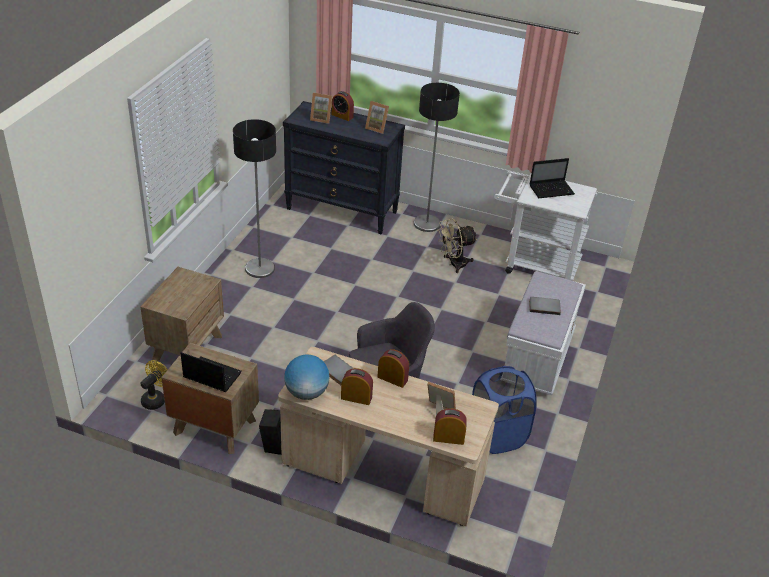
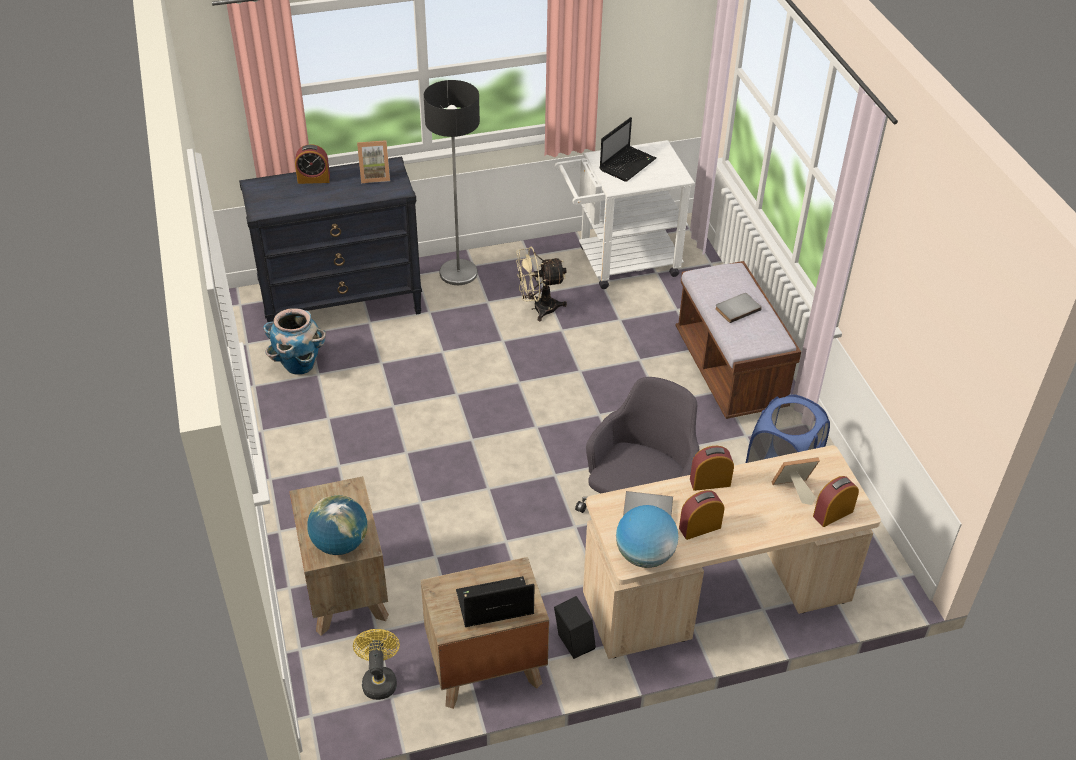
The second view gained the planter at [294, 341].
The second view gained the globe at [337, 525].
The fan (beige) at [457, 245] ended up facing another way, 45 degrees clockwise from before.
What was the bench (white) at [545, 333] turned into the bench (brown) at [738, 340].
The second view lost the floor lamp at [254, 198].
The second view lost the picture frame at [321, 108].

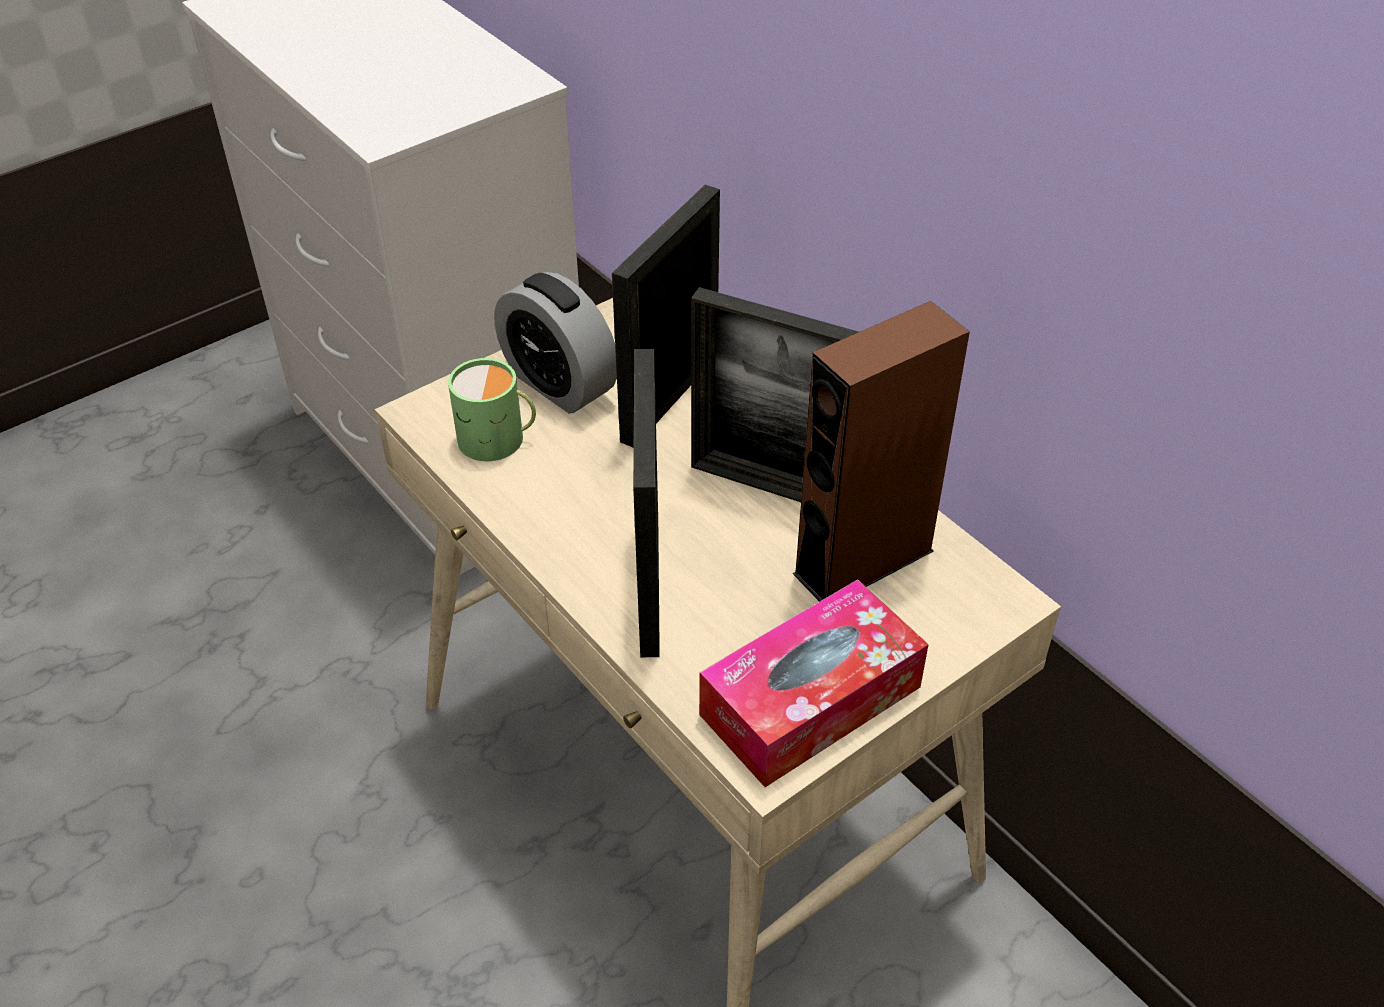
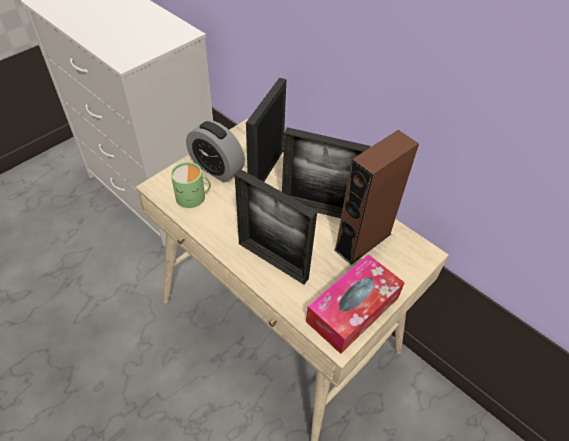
The picture frame at [646, 503] ended up facing another way, 45 degrees counterclockwise from before.

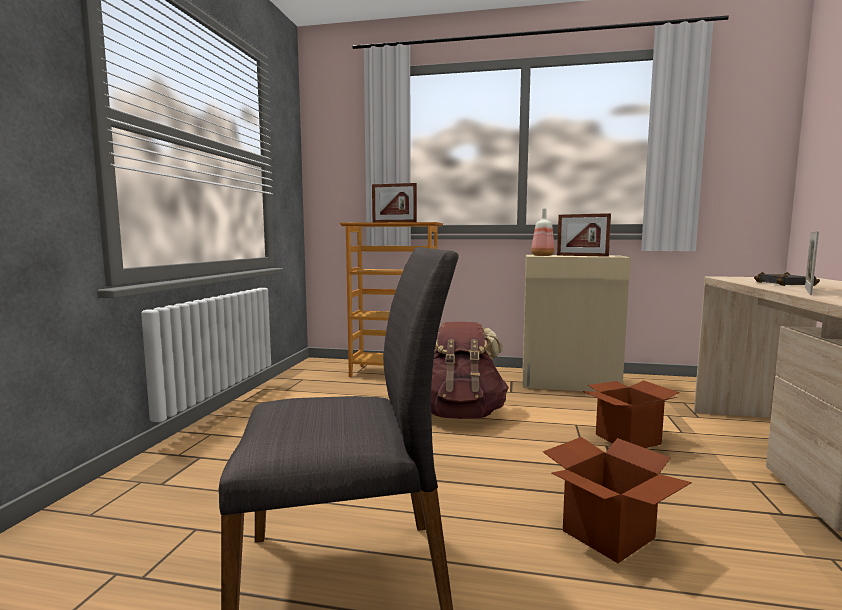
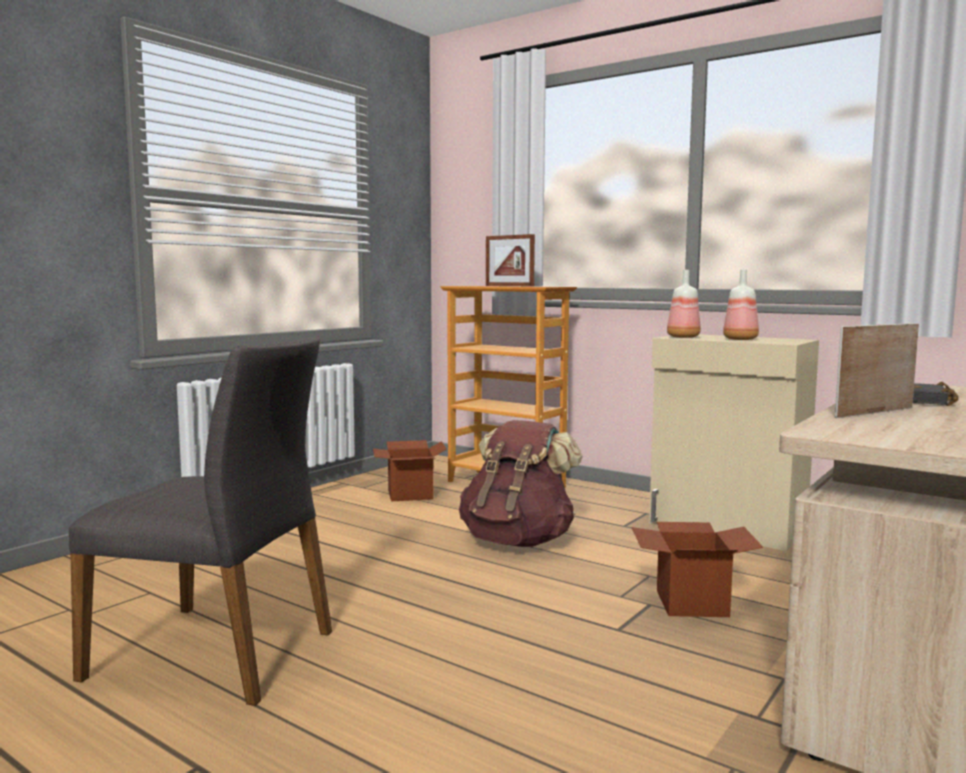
The cardboard box ended up elsewhere, having gone from [617, 500] to [410, 470].
Where the picture frame stood at [584, 235], the bottle came to stand at [741, 304].

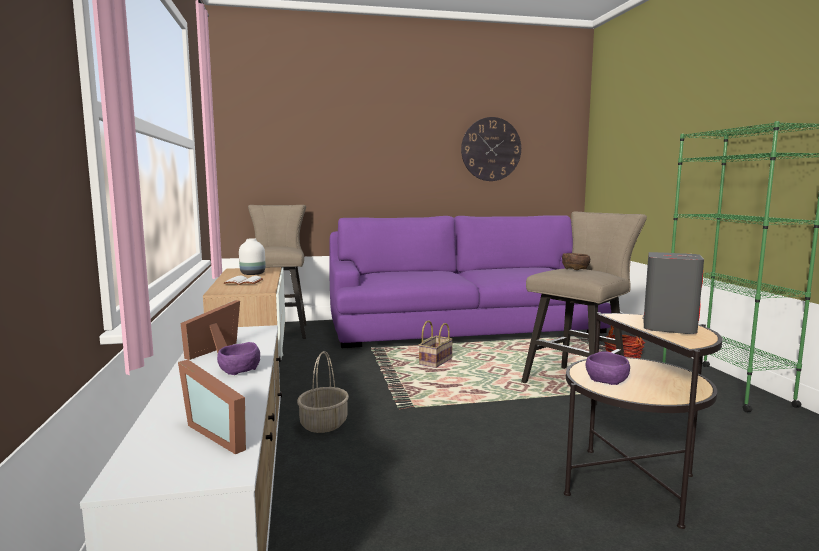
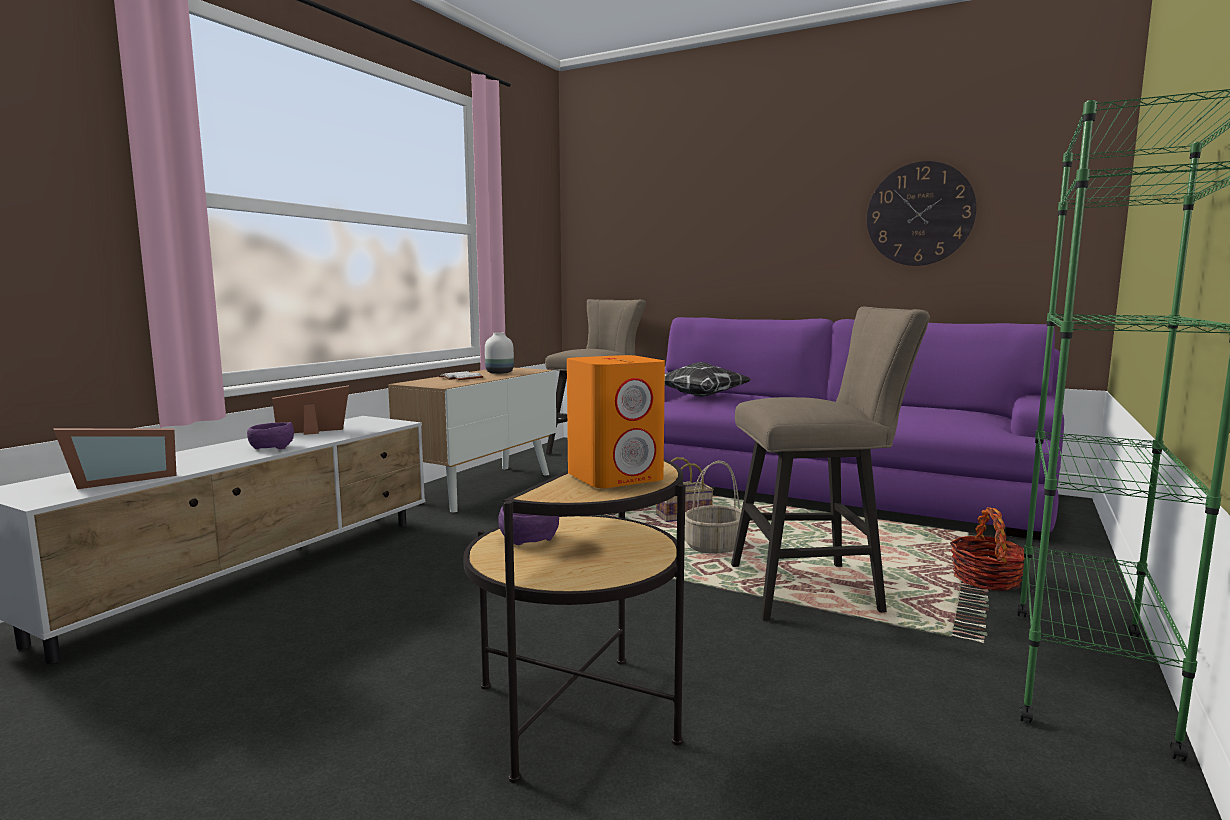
The picture frame at [212, 407] ended up facing another way, 120 degrees counterclockwise from before.
What was the speaker (grey) at [673, 293] turned into the speaker (orange) at [616, 421].
The second view gained the pillow at [708, 379].
The basket ended up elsewhere, having gone from [323, 392] to [713, 507].
The second view lost the bowl (brown) at [576, 261].

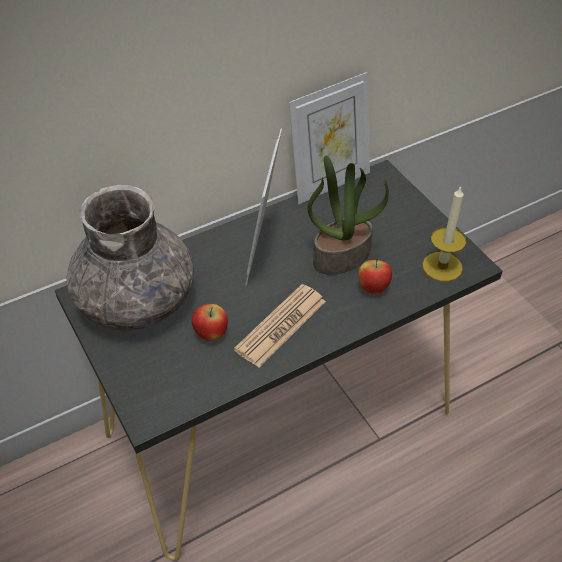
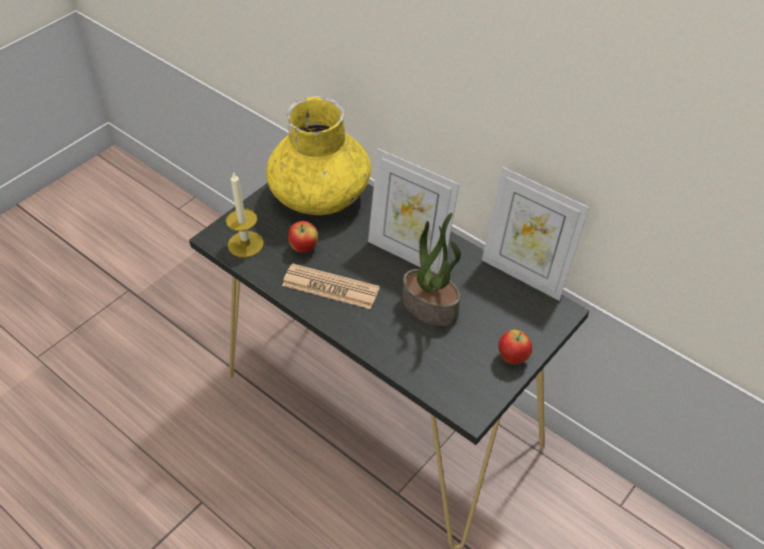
The candle ended up elsewhere, having gone from [444, 234] to [245, 214].
What was the vase (grey) at [130, 257] turned into the vase (yellow) at [318, 155].
The picture frame at [263, 207] ended up facing another way, 135 degrees counterclockwise from before.
The apple ended up elsewhere, having gone from [375, 276] to [515, 347].

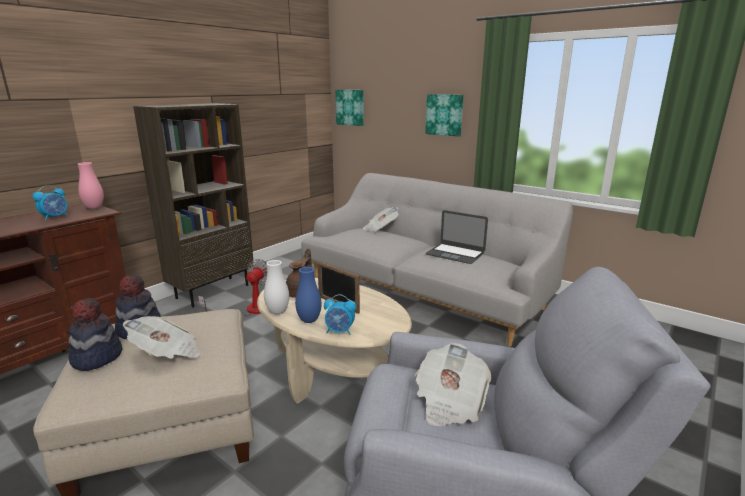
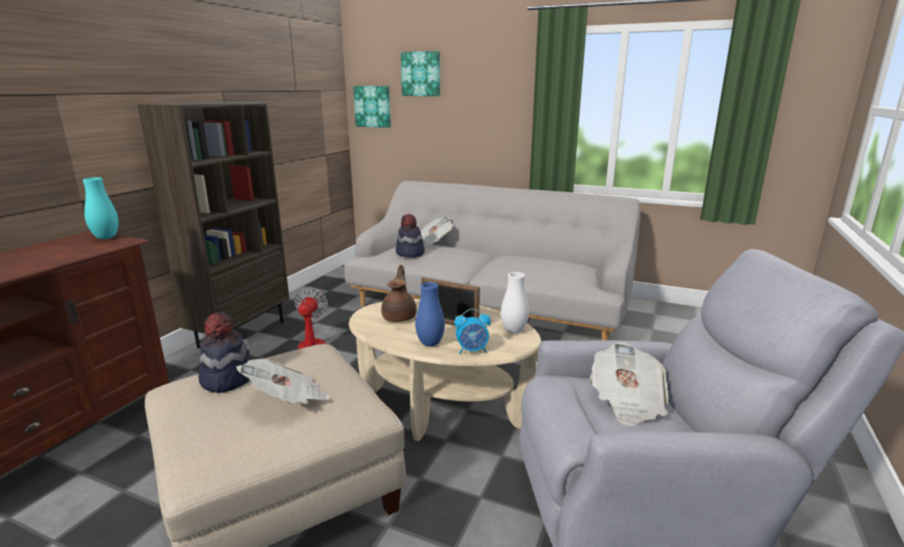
What was the vase (pink) at [91, 185] turned into the vase (turquoise) at [101, 208].
The hat ended up elsewhere, having gone from [95, 334] to [410, 236].
The picture ended up elsewhere, having gone from [445, 115] to [420, 73].
The vase (white) ended up elsewhere, having gone from [276, 287] to [515, 302].
The second view lost the alarm clock at [50, 203].
The second view lost the laptop at [457, 237].

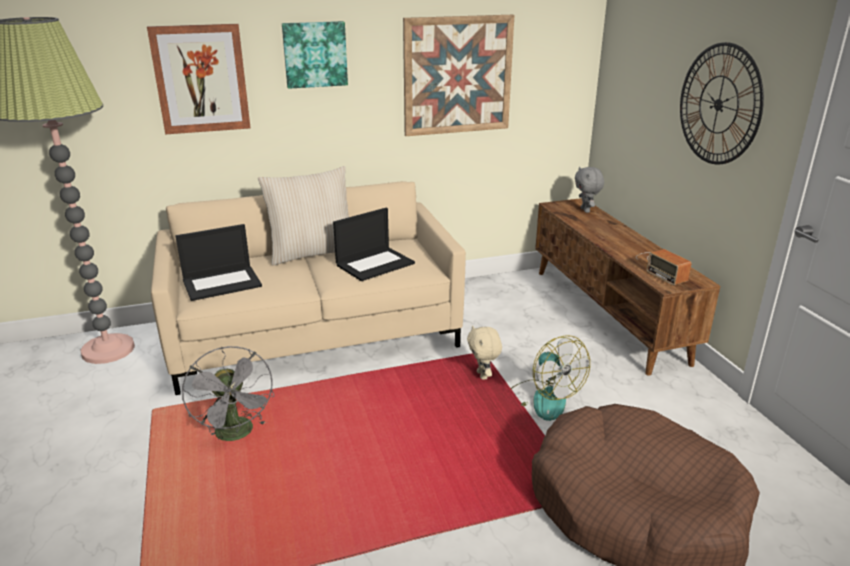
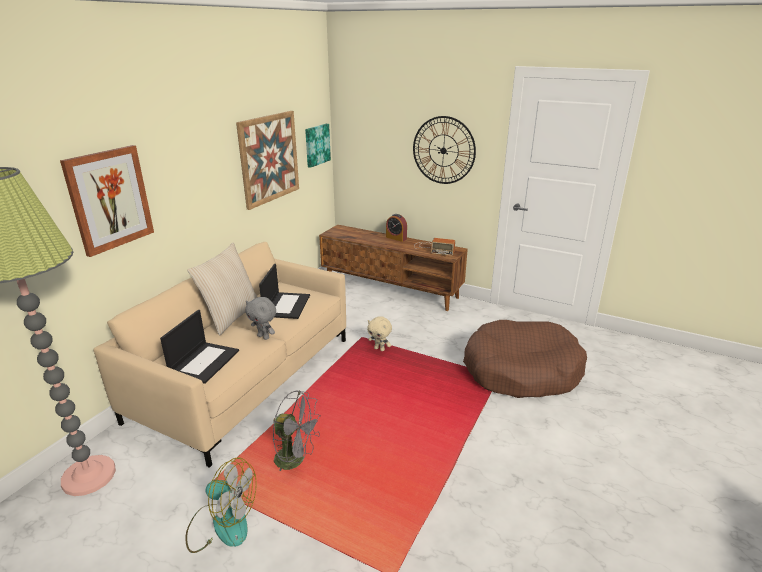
The fan ended up elsewhere, having gone from [550, 378] to [221, 505].
The plush toy (grey) ended up elsewhere, having gone from [589, 190] to [260, 318].
The picture ended up elsewhere, having gone from [315, 55] to [318, 146].
The second view gained the alarm clock at [396, 228].

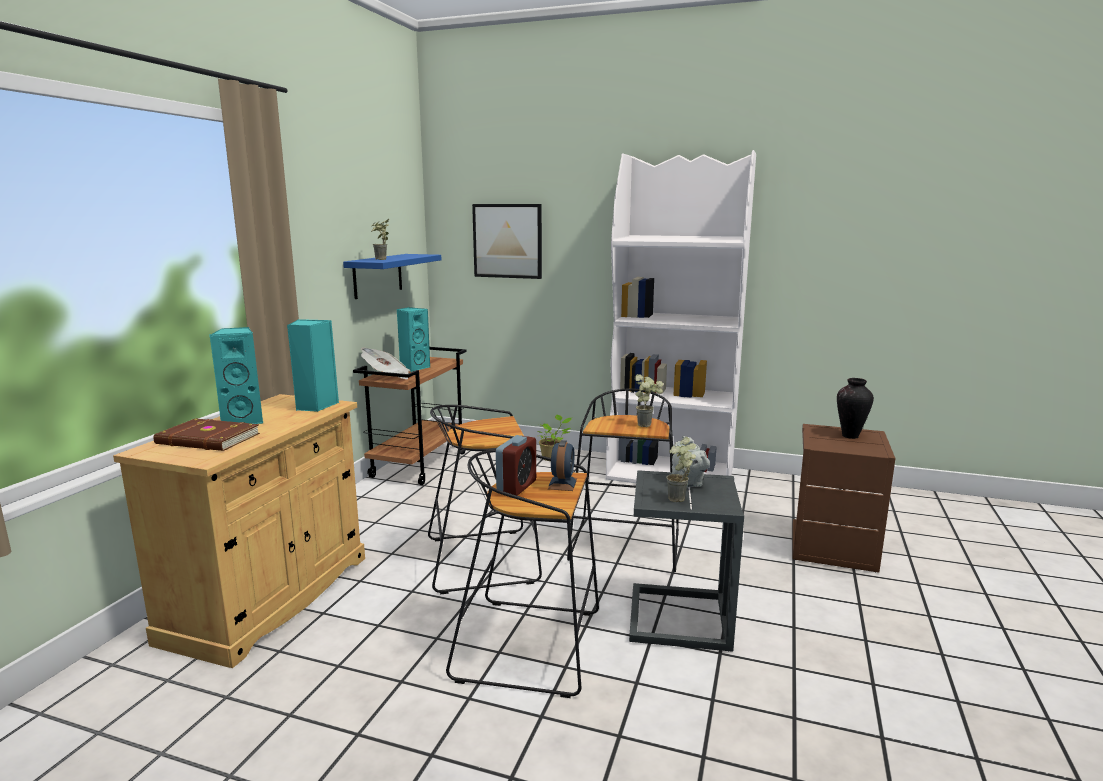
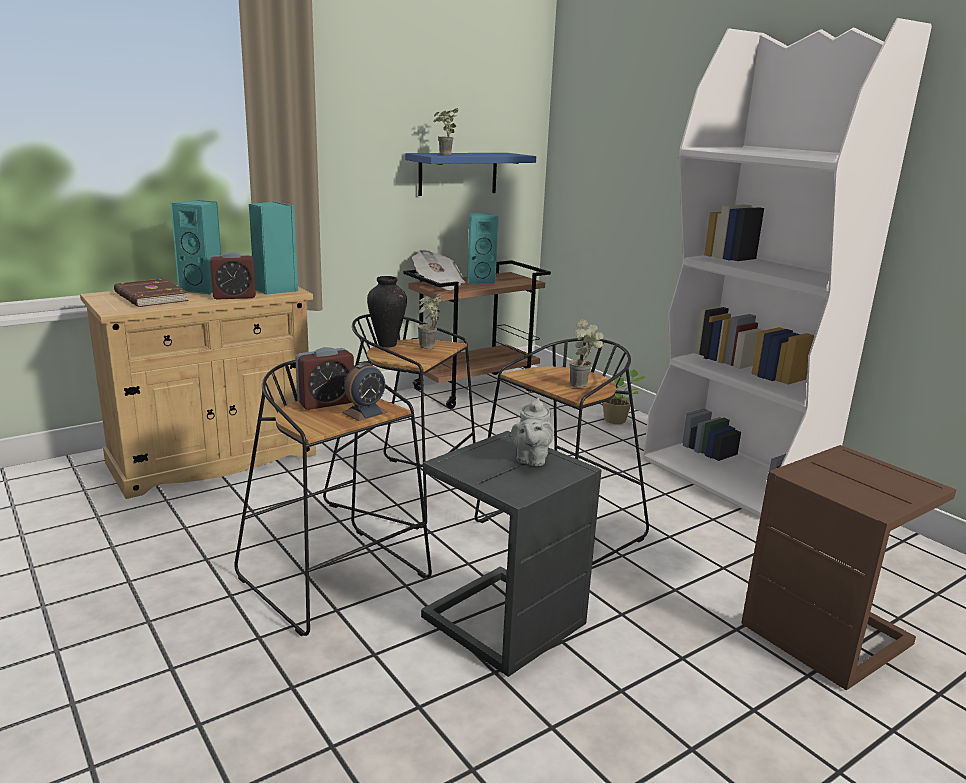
The second view gained the alarm clock at [233, 276].
The vase ended up elsewhere, having gone from [855, 408] to [387, 312].
The potted plant ended up elsewhere, having gone from [681, 469] to [430, 320].
The second view lost the picture at [507, 241].

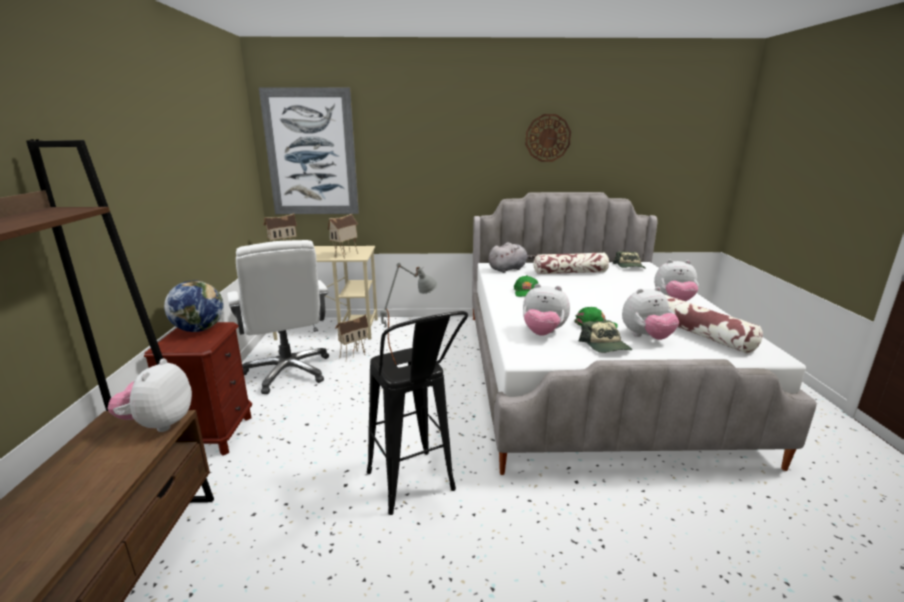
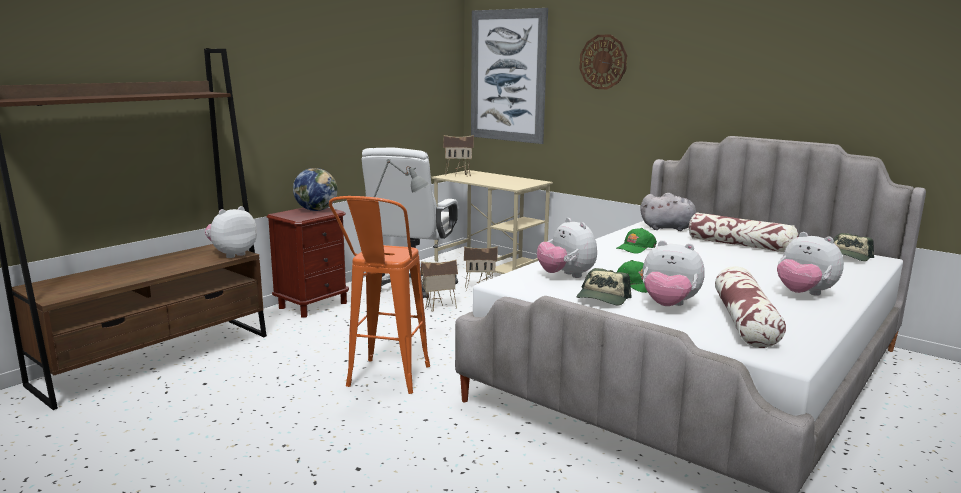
What was the stool (black) at [417, 413] turned into the stool (orange) at [379, 295].
The toy house ended up elsewhere, having gone from [343, 236] to [439, 285].
The wall clock ended up elsewhere, having gone from [548, 138] to [603, 62].

